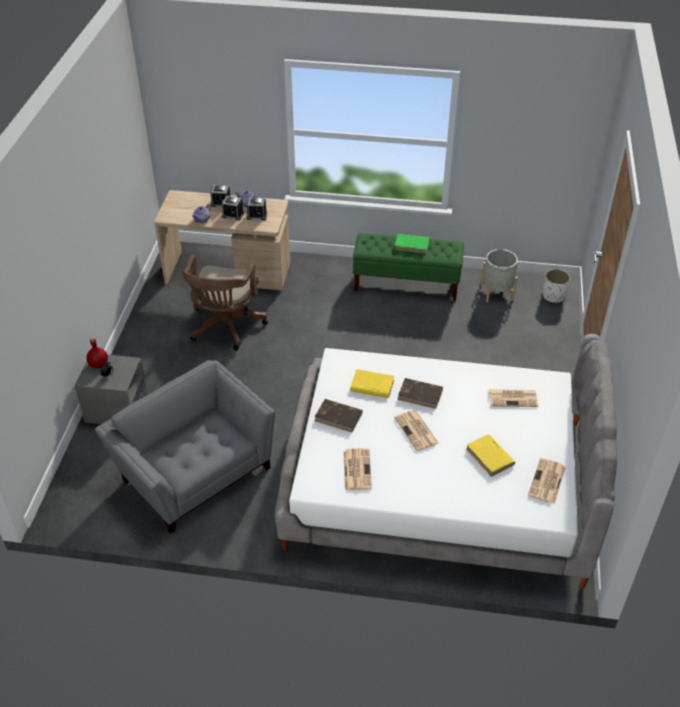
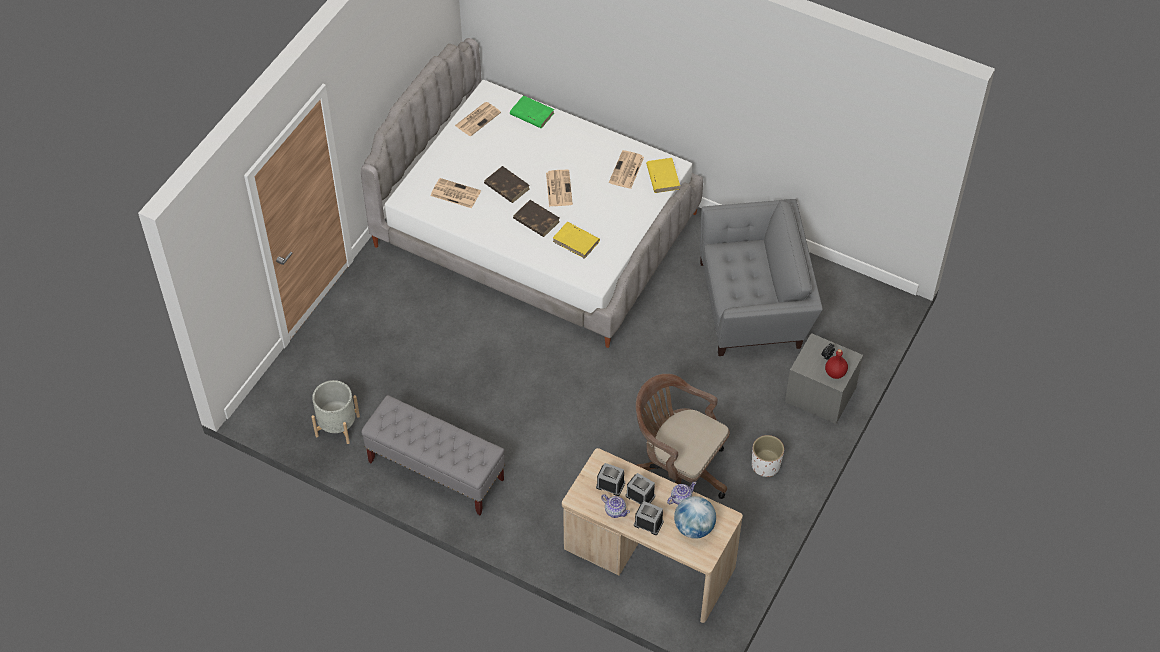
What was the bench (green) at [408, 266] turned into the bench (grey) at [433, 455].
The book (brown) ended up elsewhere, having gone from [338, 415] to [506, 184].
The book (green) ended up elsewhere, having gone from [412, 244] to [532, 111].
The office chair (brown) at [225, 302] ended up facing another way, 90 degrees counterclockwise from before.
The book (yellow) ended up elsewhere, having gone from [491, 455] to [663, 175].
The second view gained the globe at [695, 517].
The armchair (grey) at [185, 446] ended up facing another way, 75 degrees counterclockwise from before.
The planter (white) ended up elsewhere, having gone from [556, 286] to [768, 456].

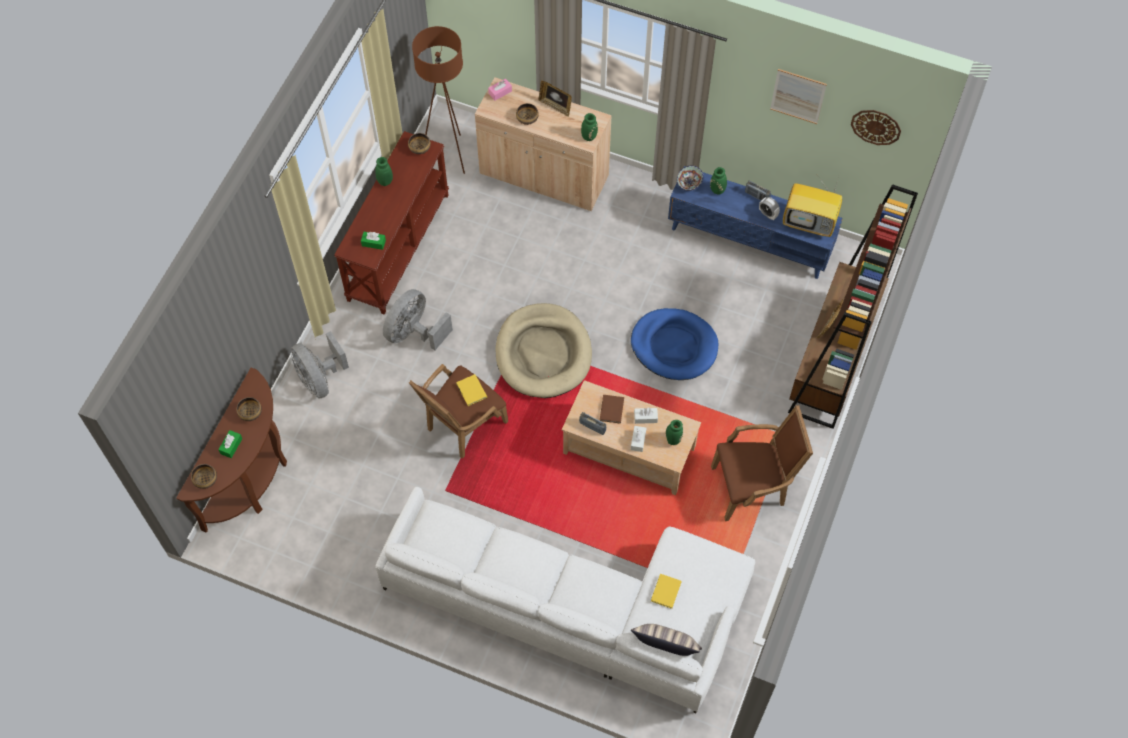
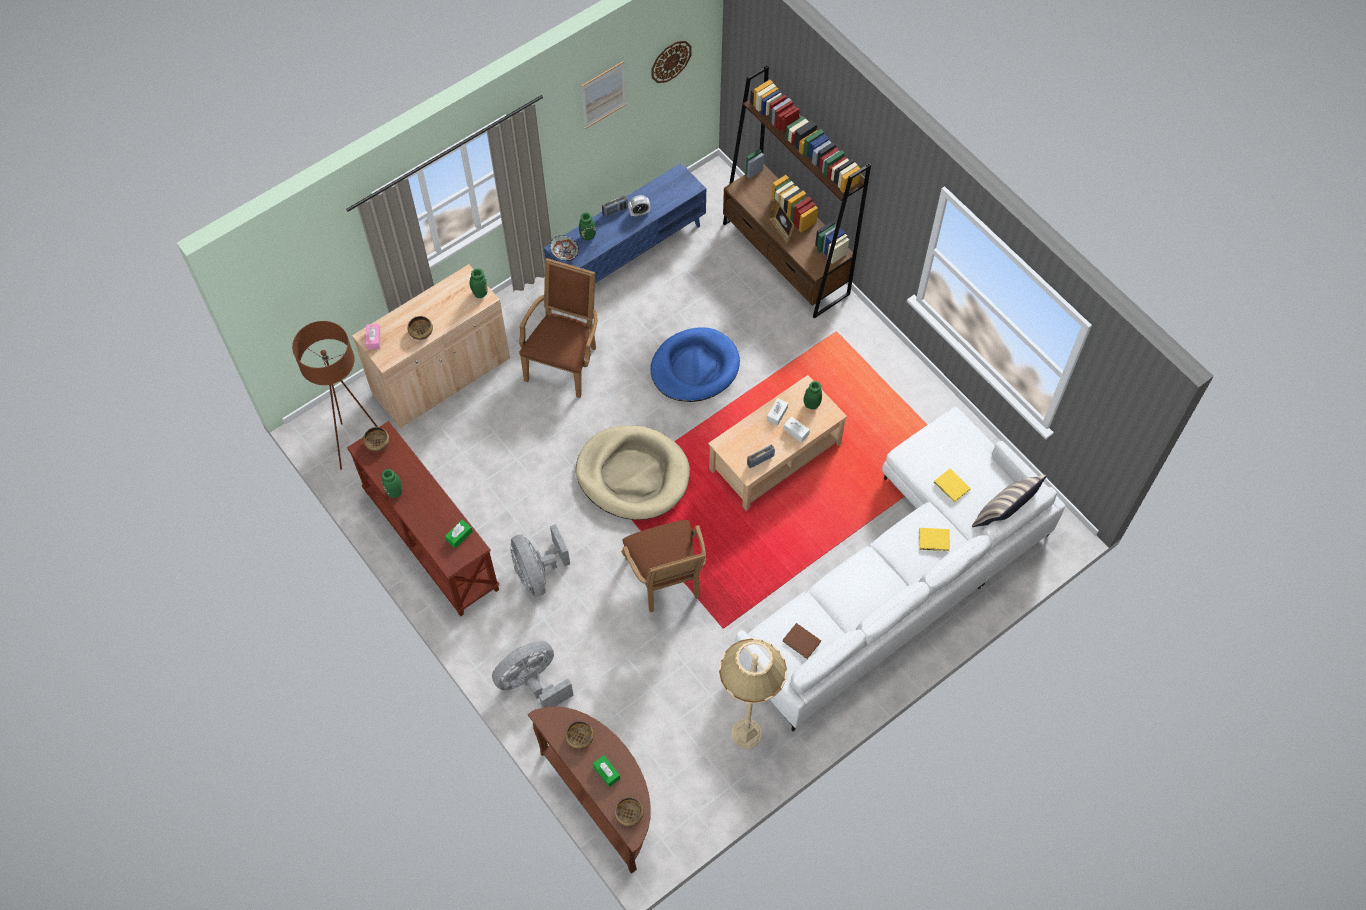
The fan (grey) at [320, 365] ended up facing another way, 150 degrees clockwise from before.
The armchair (brown) ended up elsewhere, having gone from [762, 463] to [558, 328].
The second view gained the floor lamp (beige) at [753, 693].
The book (brown) ended up elsewhere, having gone from [612, 409] to [802, 641].
The book (yellow) ended up elsewhere, having gone from [471, 390] to [934, 539].
The second view lost the picture frame at [555, 99].
The second view lost the television at [812, 206].

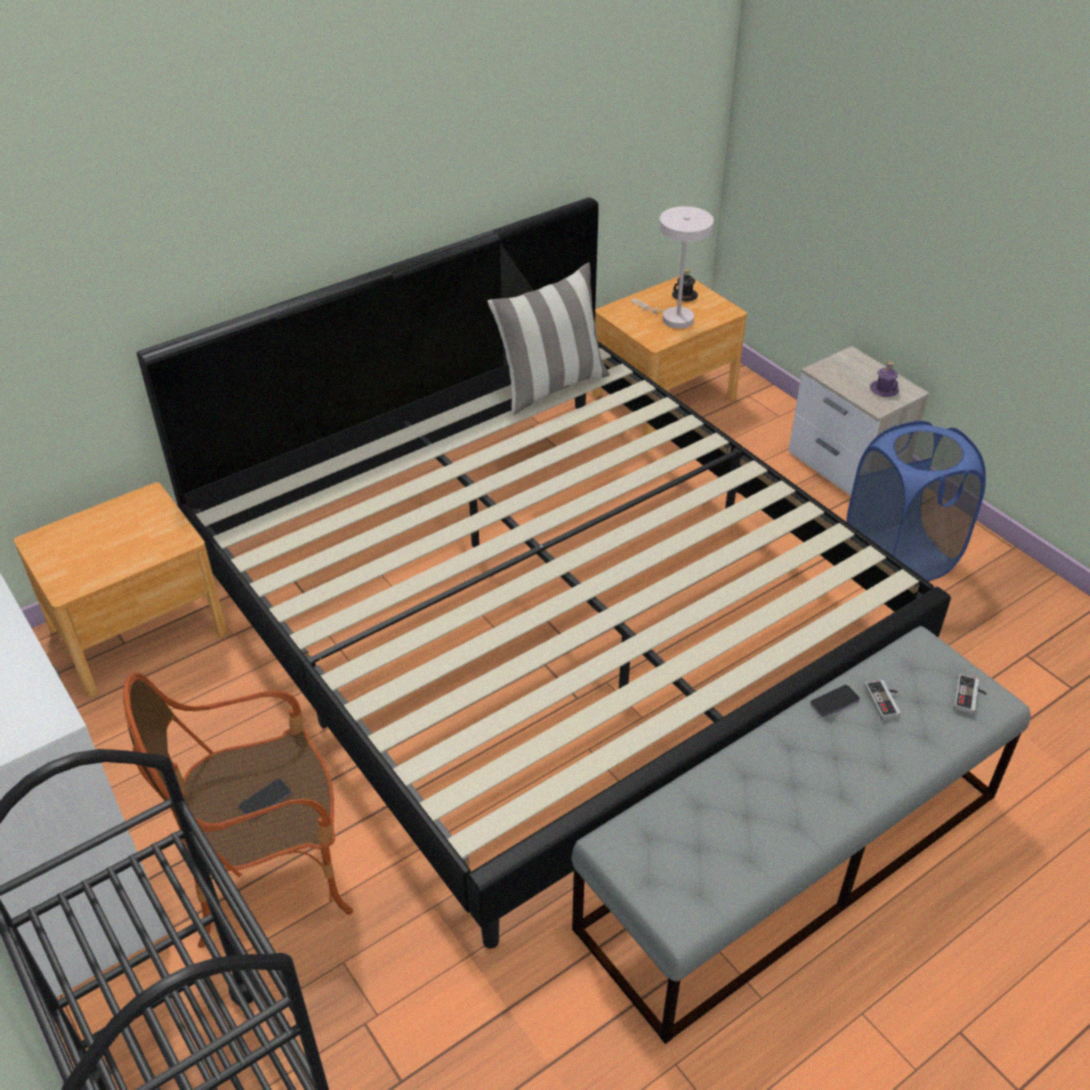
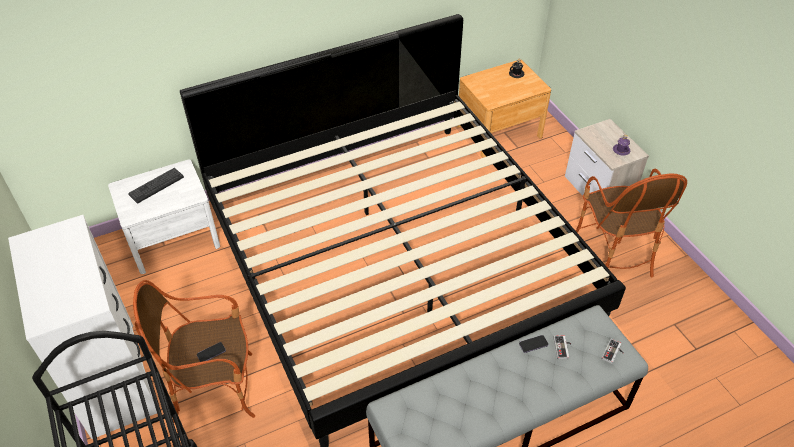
What was the nightstand (brown) at [121, 590] turned into the nightstand (white) at [164, 217].
The second view gained the keyboard at [156, 186].
Where the laundry basket (blue) stood at [916, 500], the armchair came to stand at [631, 223].
The second view lost the pillow at [548, 339].
The second view lost the table lamp (white) at [673, 267].

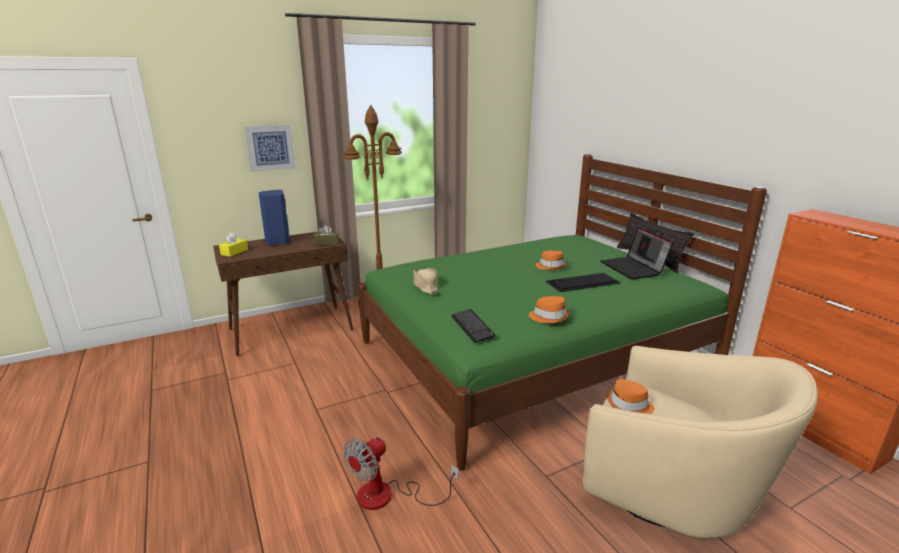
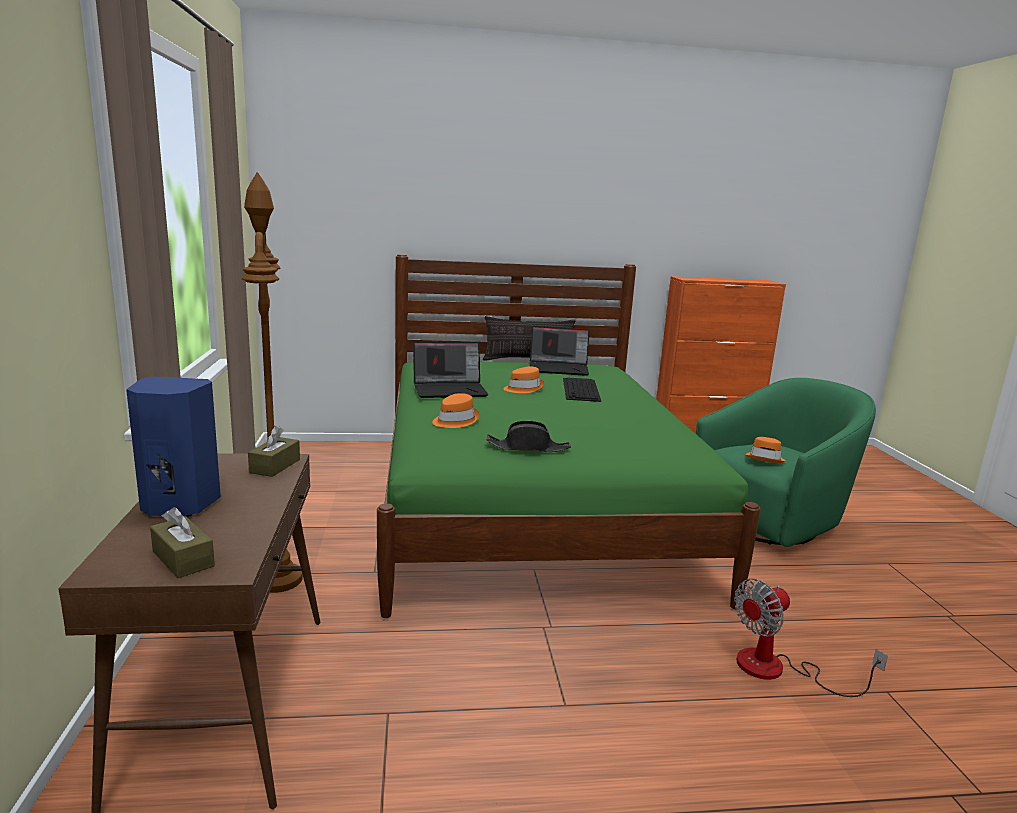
What was the tissue box (yellow) at [233, 244] turned into the tissue box (brown) at [182, 542].
The second view gained the laptop at [450, 370].
The hat (orange) ended up elsewhere, having gone from [549, 309] to [456, 410].
What was the hat (beige) at [425, 281] turned into the hat (black) at [528, 436].
What was the armchair (beige) at [700, 442] turned into the armchair (green) at [786, 462].
The fan at [401, 473] ended up facing another way, 90 degrees clockwise from before.
The second view lost the picture at [270, 148].
The second view lost the keyboard at [473, 326].

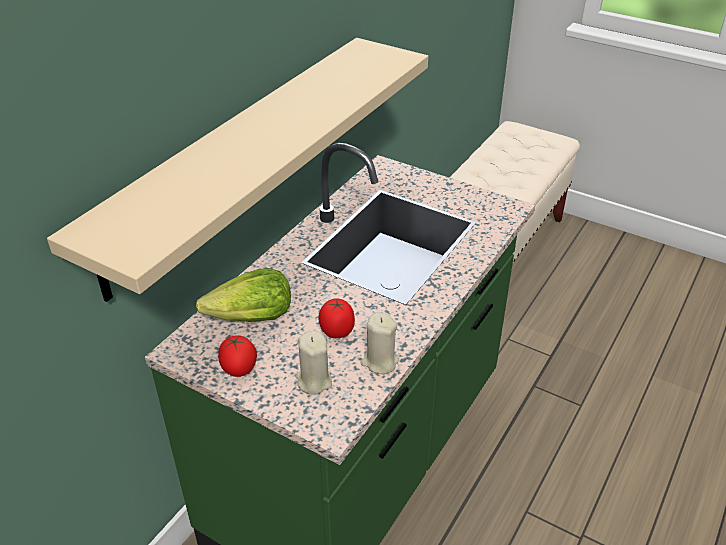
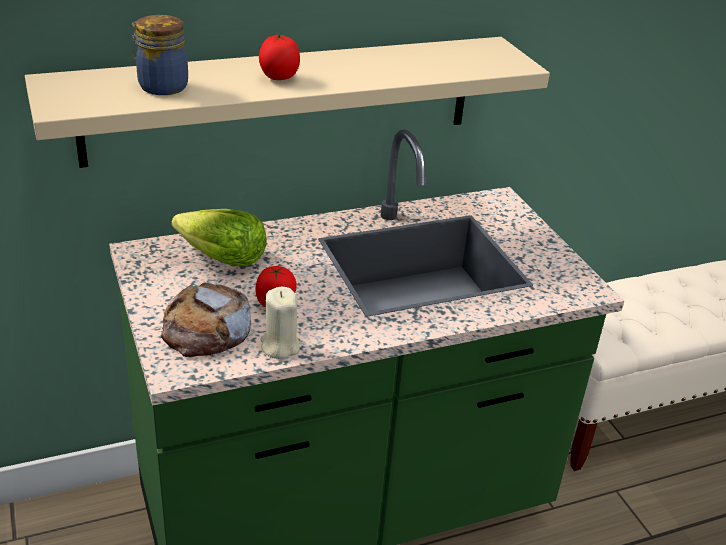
The second view gained the jar at [160, 55].
Where the candle (beige) stood at [313, 363], the bread came to stand at [206, 320].
The tomato ended up elsewhere, having gone from [237, 356] to [279, 57].

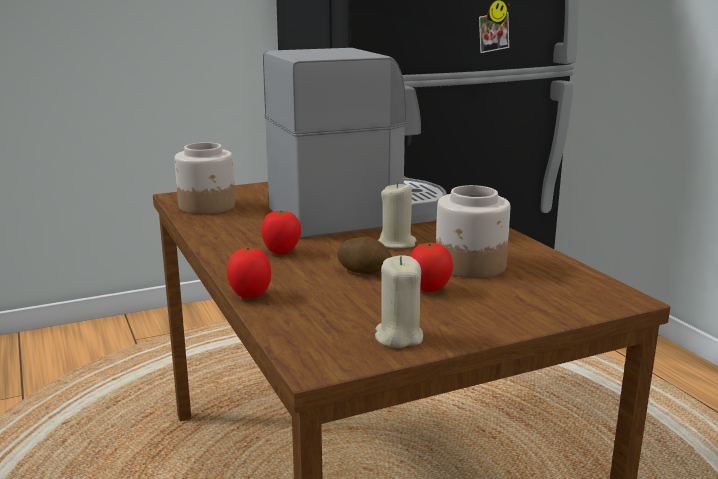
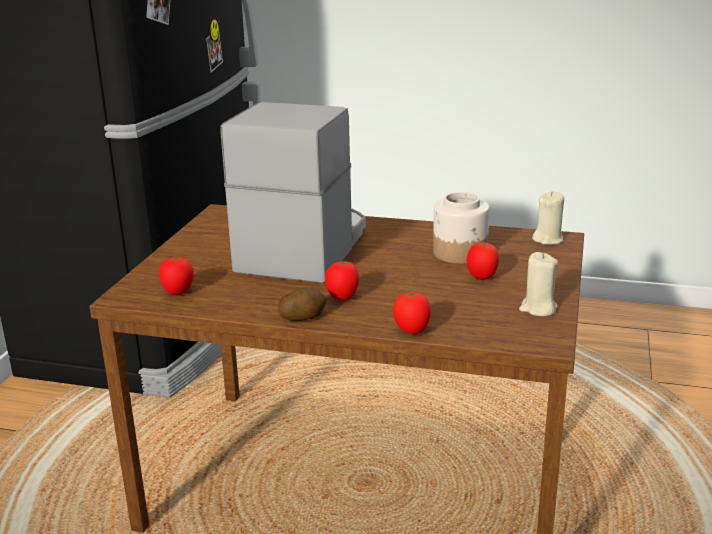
Where the jar stood at [205, 178], the tomato came to stand at [176, 276].
The potato ended up elsewhere, having gone from [364, 256] to [302, 304].
The candle (beige) ended up elsewhere, having gone from [397, 215] to [548, 218].

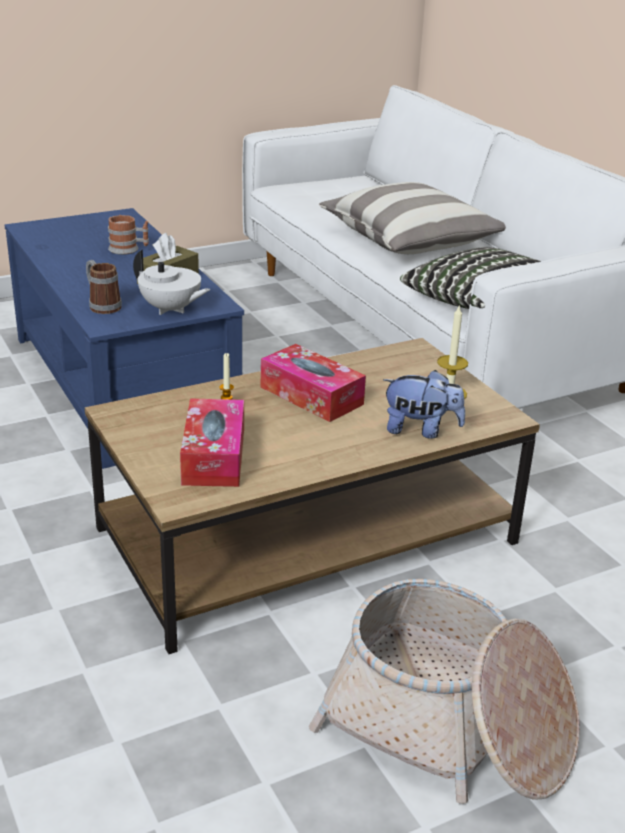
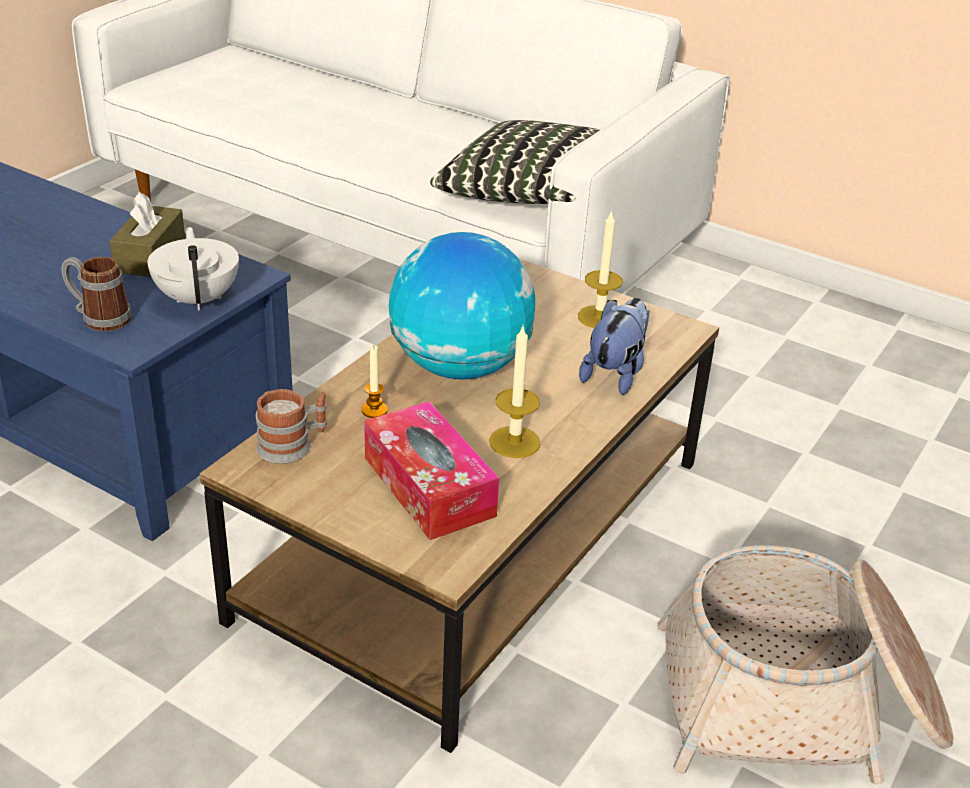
The teapot (white) at [172, 282] ended up facing another way, 105 degrees counterclockwise from before.
The mug ended up elsewhere, having gone from [128, 235] to [291, 426].
Where the tissue box stood at [313, 383], the globe came to stand at [462, 306].
The second view gained the candle at [515, 392].
The plush toy at [424, 404] ended up facing another way, 45 degrees counterclockwise from before.
The second view lost the pillow at [412, 218].

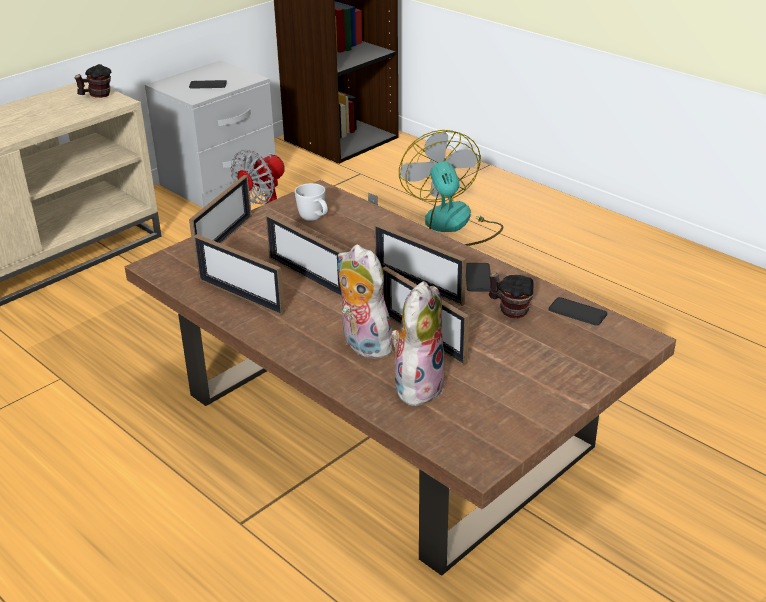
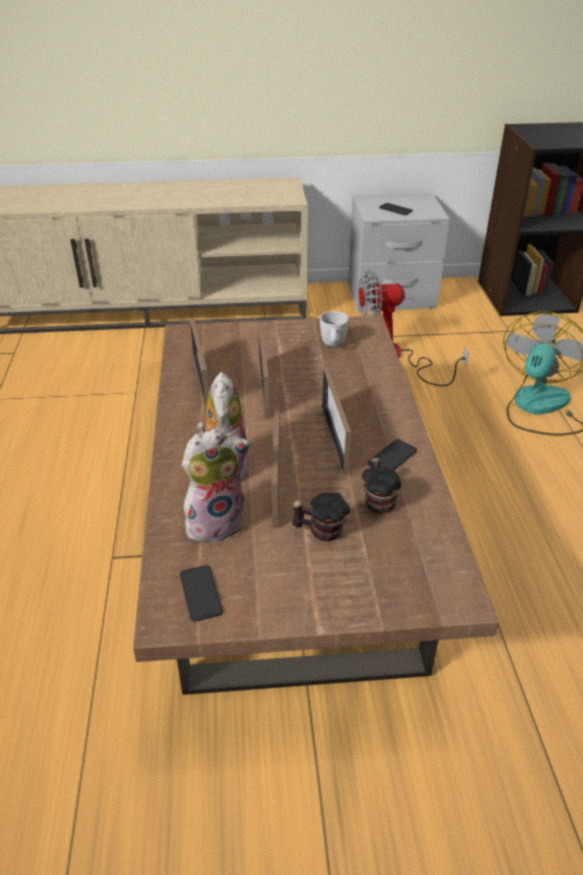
The phone ended up elsewhere, having gone from [577, 311] to [201, 593].
The mug ended up elsewhere, having gone from [93, 81] to [321, 517].
The second view lost the picture frame at [220, 219].

